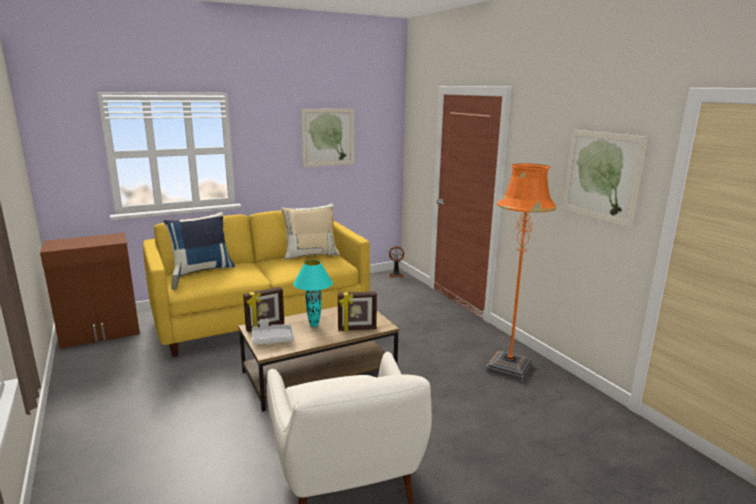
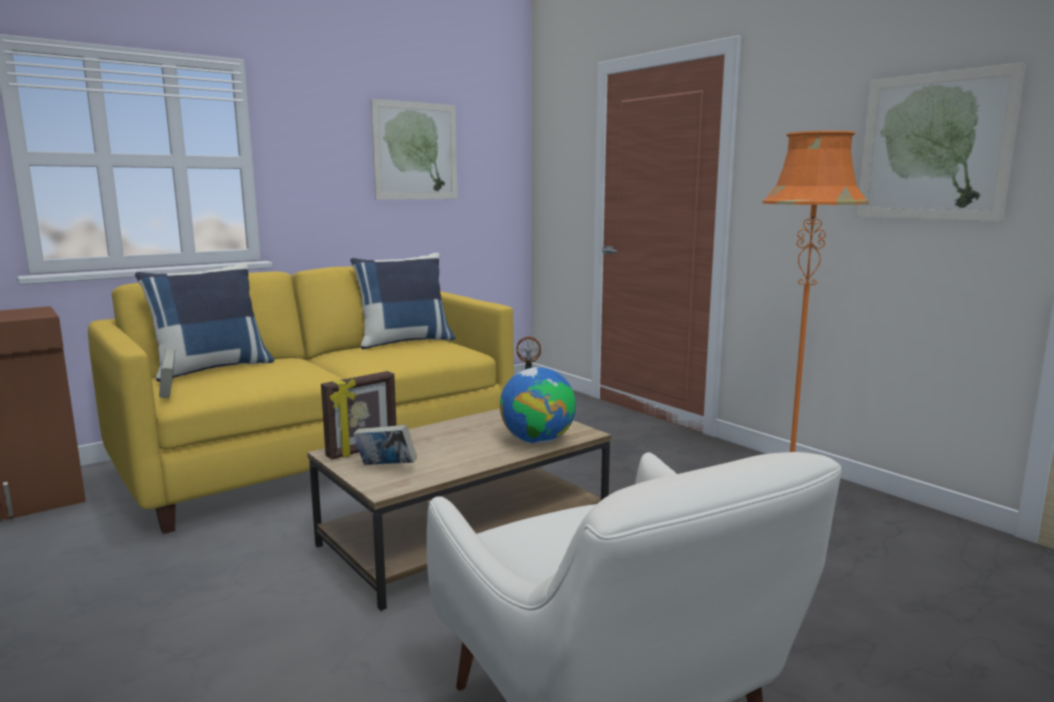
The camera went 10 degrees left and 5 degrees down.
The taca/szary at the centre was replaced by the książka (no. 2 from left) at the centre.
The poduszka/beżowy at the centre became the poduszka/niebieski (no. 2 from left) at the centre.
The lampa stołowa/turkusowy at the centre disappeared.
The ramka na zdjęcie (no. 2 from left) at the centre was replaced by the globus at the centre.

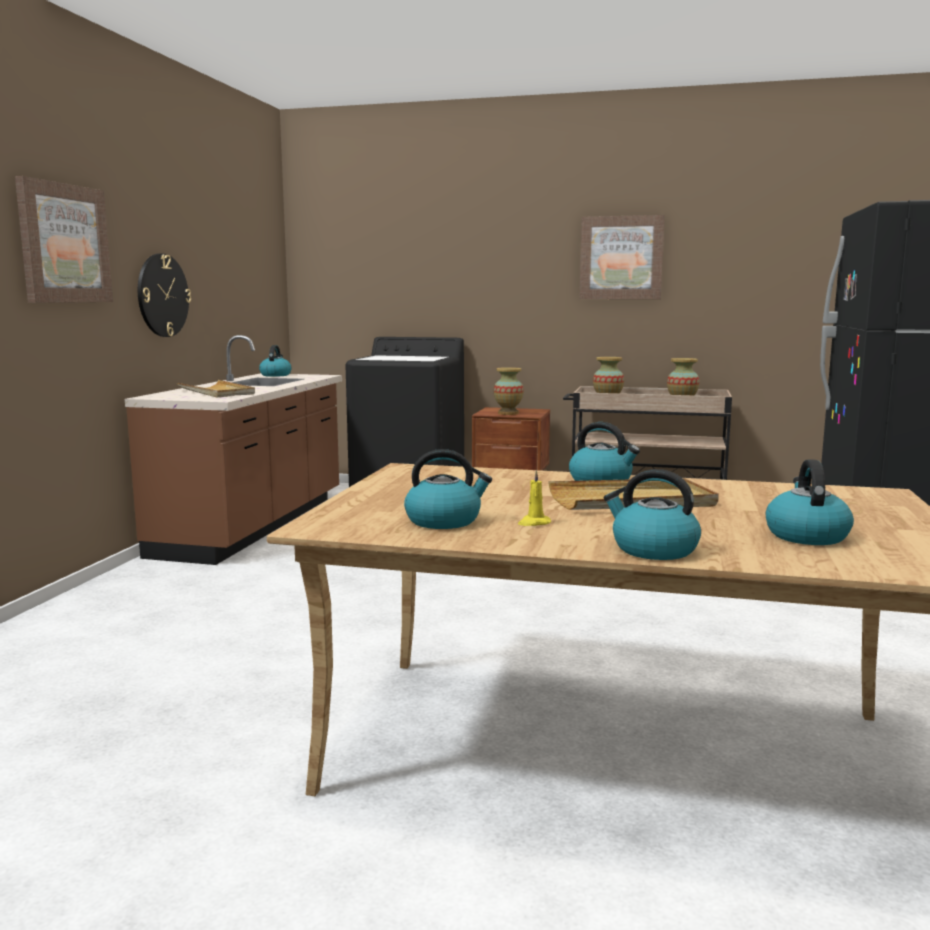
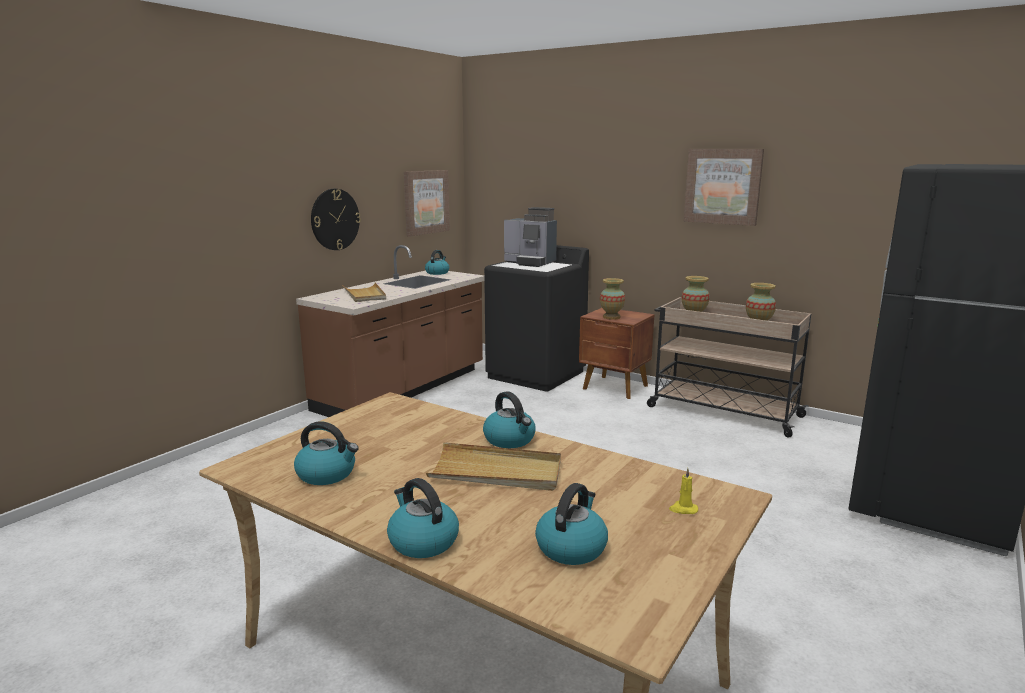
The camera went 20 degrees right and 5 degrees up.
The obraz (no. 1 from left) moved from the top left to the top centre.
The świeca/żółty moved from the centre to the bottom centre.
The ekspres do kawy at the centre appeared.

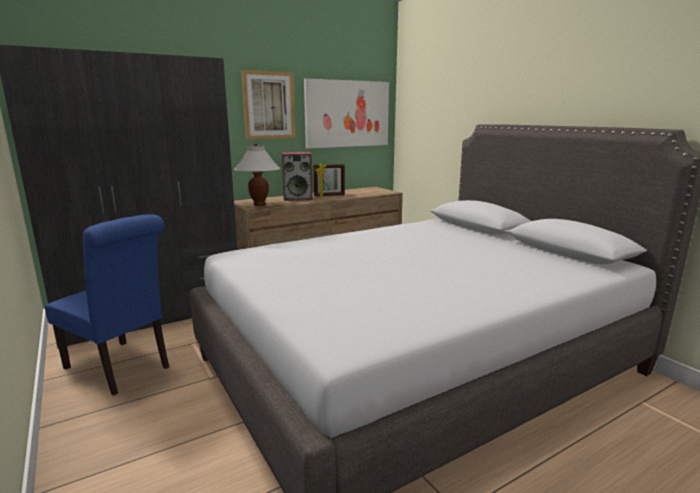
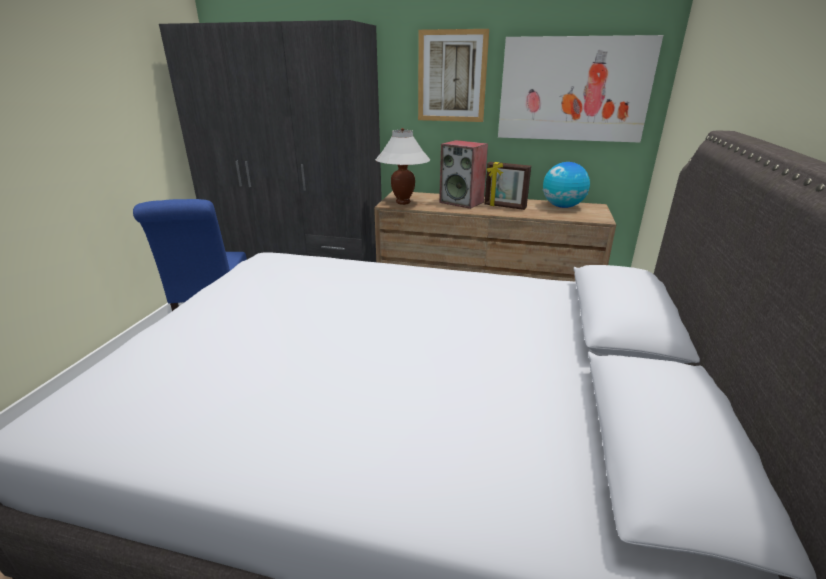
The camera went 45 degrees right and 10 degrees up.
The globus at the top right appeared.

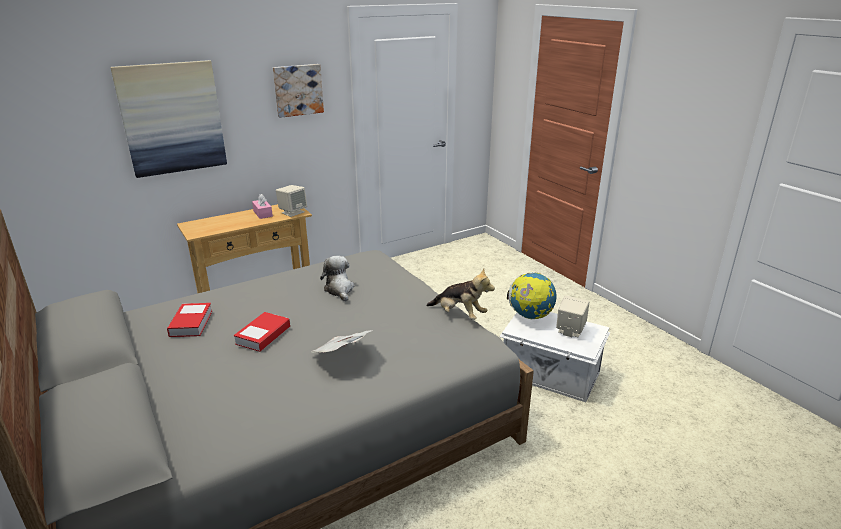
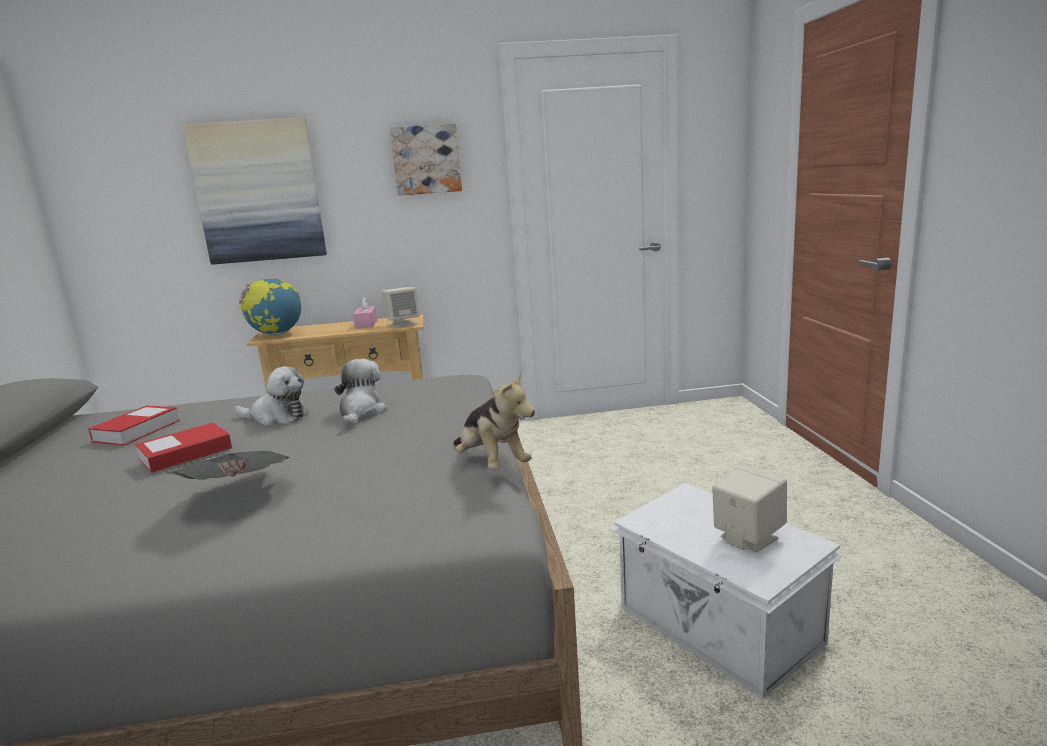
The camera went 25 degrees right and 10 degrees down.
The globus moved from the centre to the middle left.
The pluszak (no. 1 from left) at the middle left appeared.

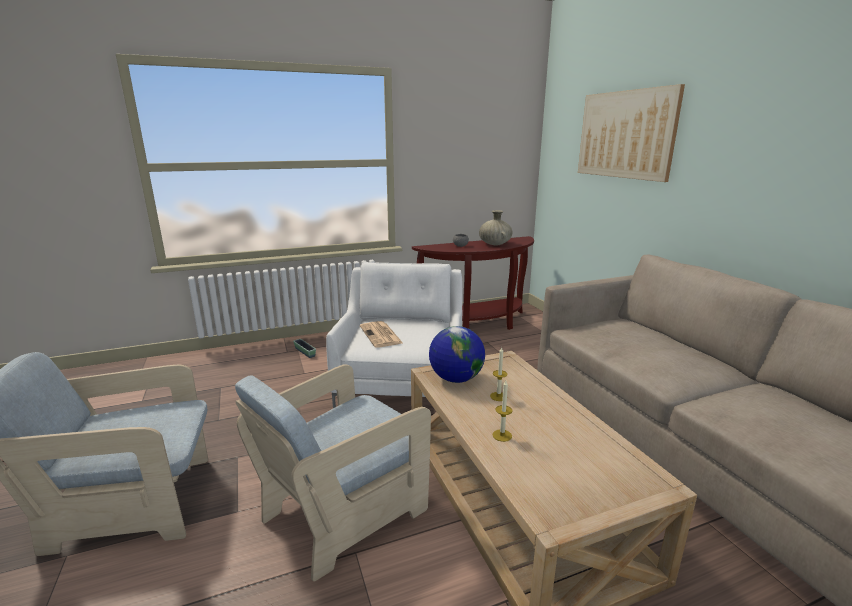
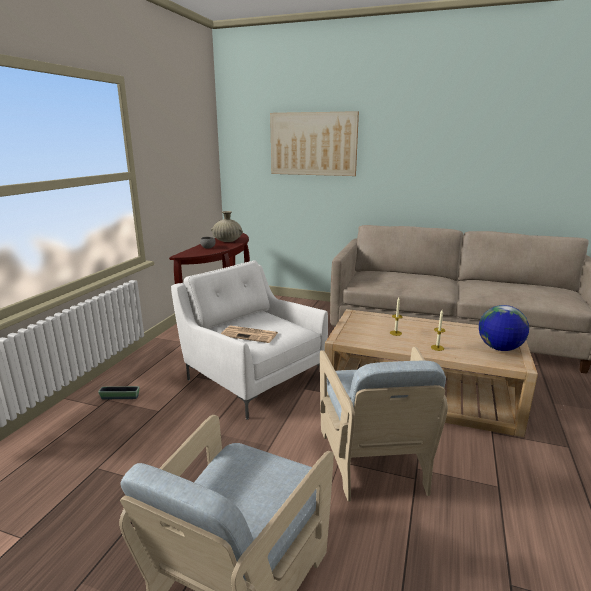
The camera went 50 degrees left and 0 degrees up.
The globus moved from the centre to the middle right.

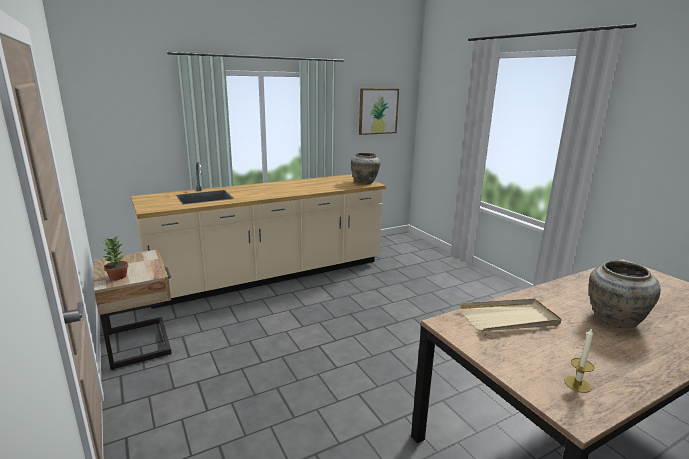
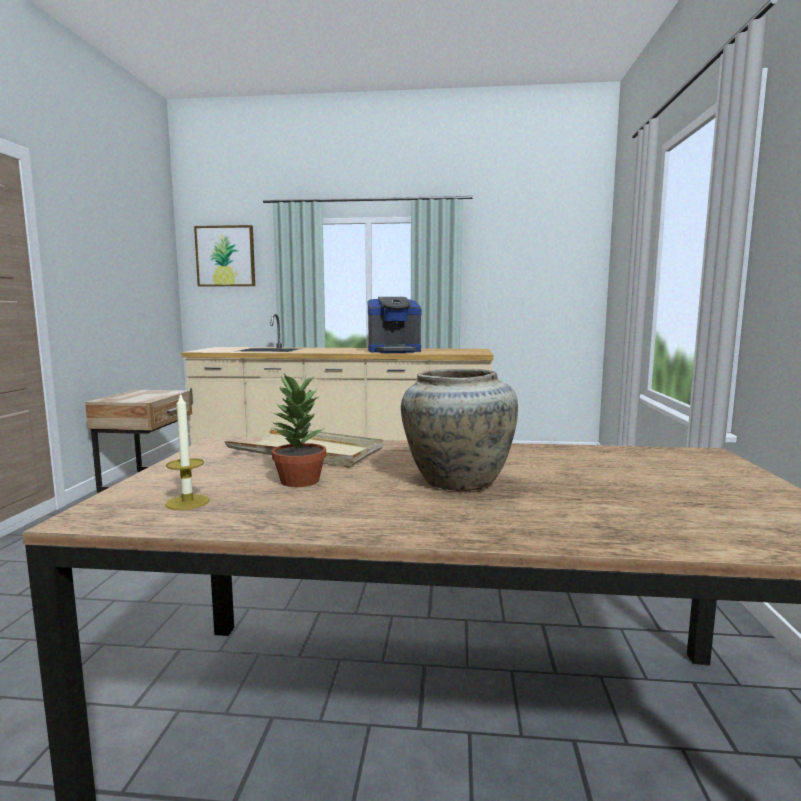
The camera went 35 degrees right and 10 degrees down.
The roślina doniczkowa moved from the middle left to the centre.
The wazon/beżowy (no. 1 from left) at the centre disappeared.
The obraz moved from the top centre to the top left.
The ekspres do kawy at the centre appeared.

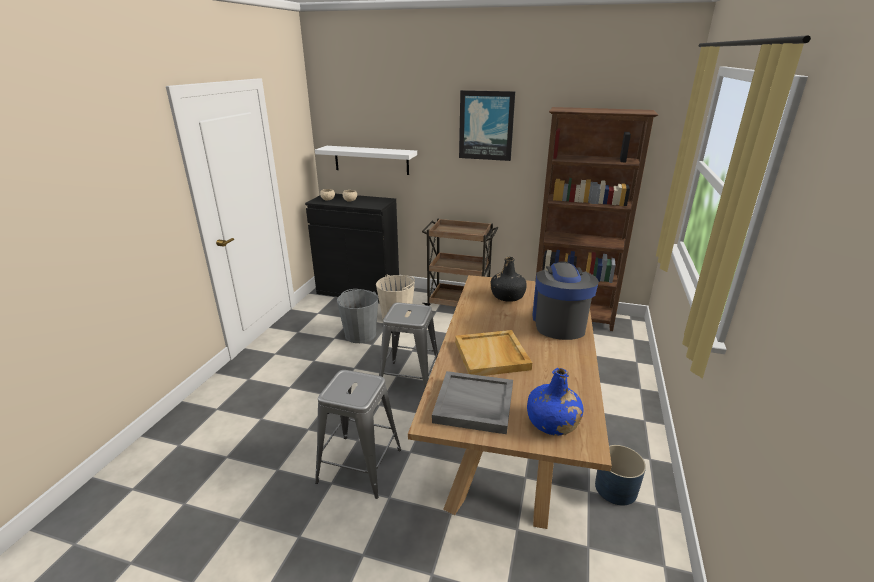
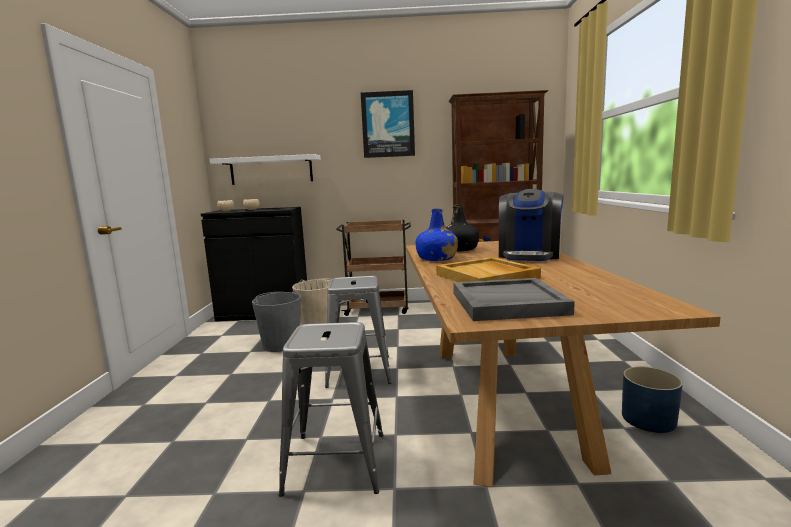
The camera went 15 degrees left and 15 degrees down.
The butelka/niebieski moved from the bottom centre to the centre.
The ekspres do kawy at the centre turned 150 degrees counterclockwise.

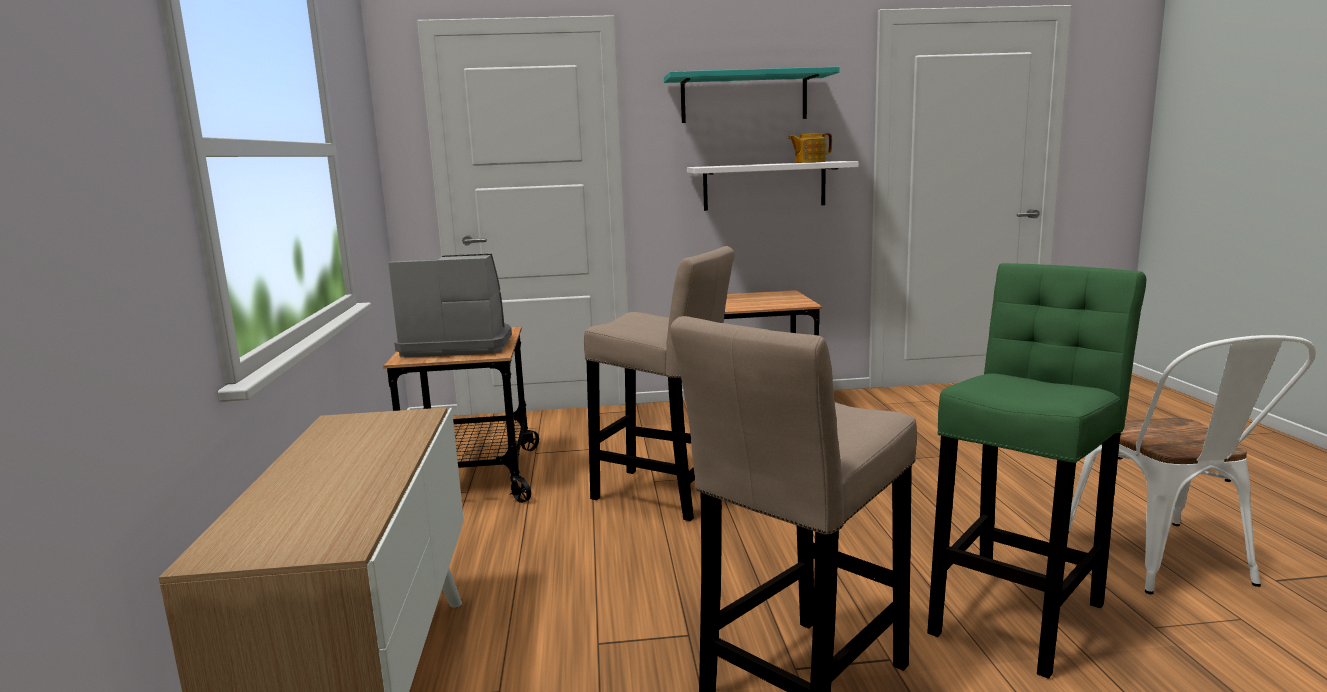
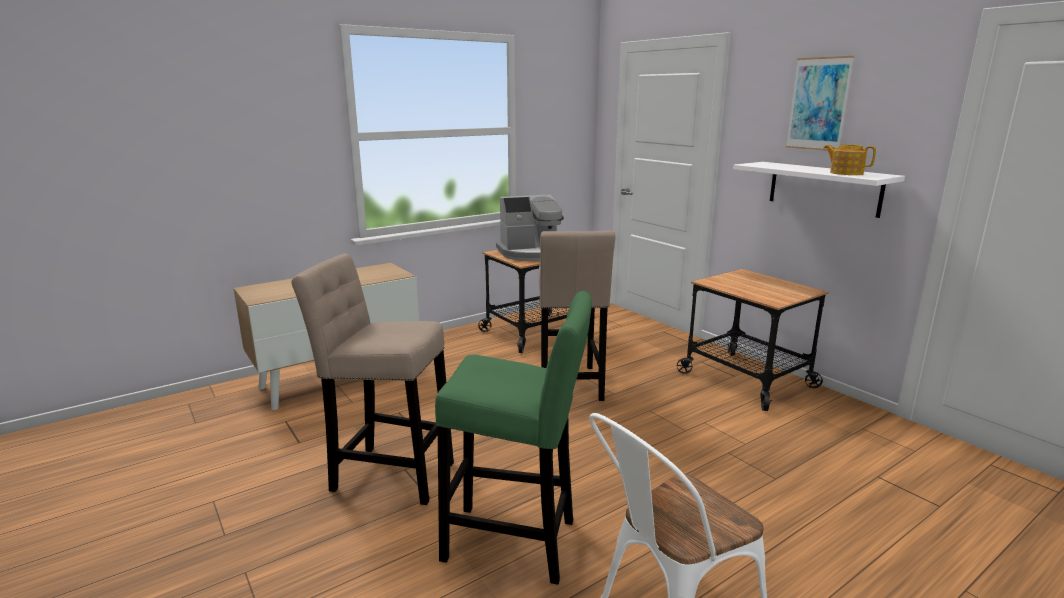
The camera went 60 degrees right and 5 degrees up.
The ekspres do kawy at the centre turned 105 degrees clockwise.
The półka/turkusowy at the top centre was replaced by the obraz at the top right.

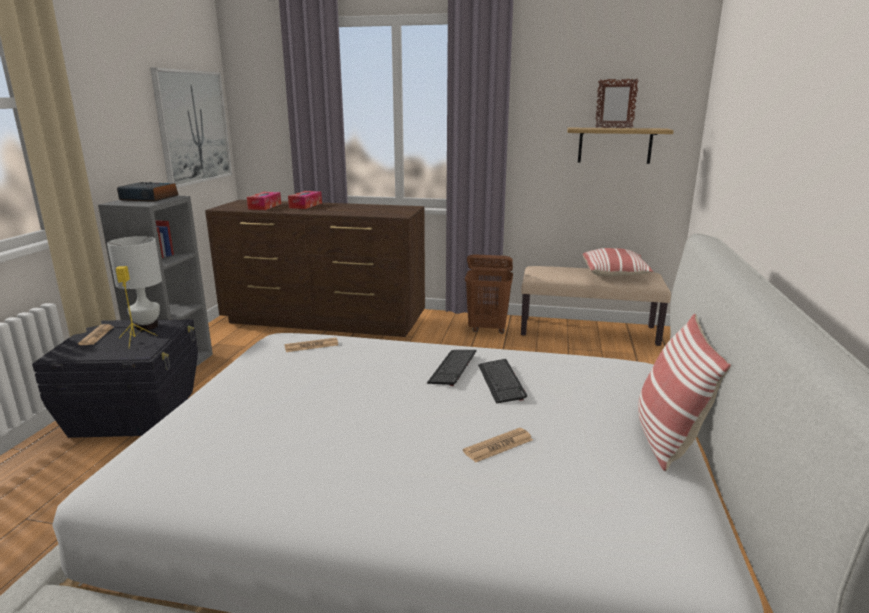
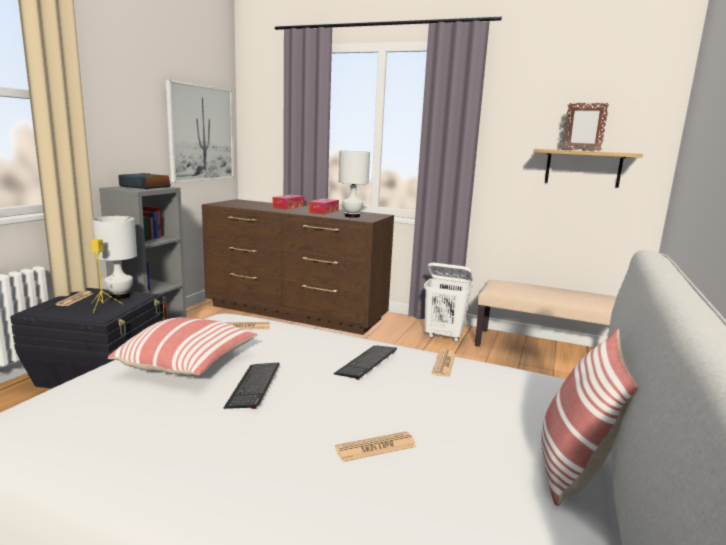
The camera went 10 degrees right and 5 degrees down.
The pudełko chusteczek (no. 1 from left in the first image) moved from the top left to the centre.
The kosz na pranie/brązowy at the centre became the kosz na pranie/biały at the centre.
The klawiatura (no. 2 from left in the first image) moved from the centre to the bottom centre.
The poduszka (no. 1 from left) moved from the middle right to the middle left.
The lampa stołowa/biały (no. 2 from left) at the centre appeared.
The gazeta (no. 4 from left) at the centre appeared.

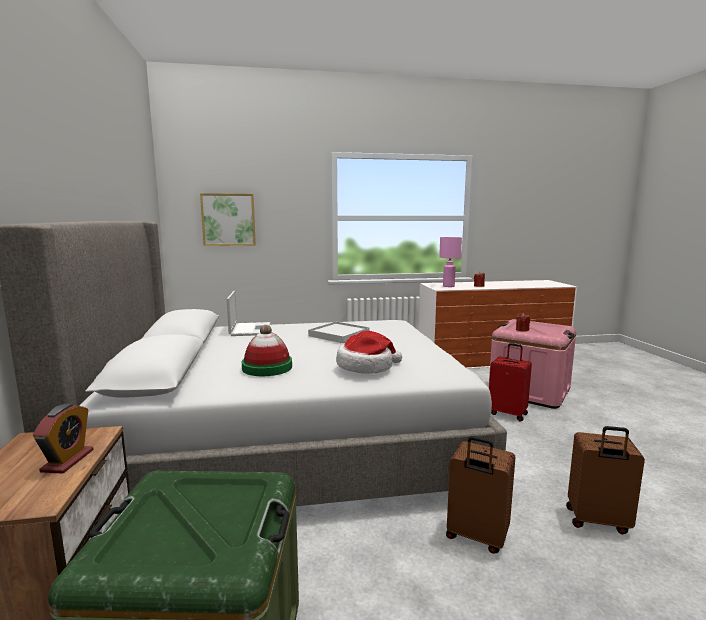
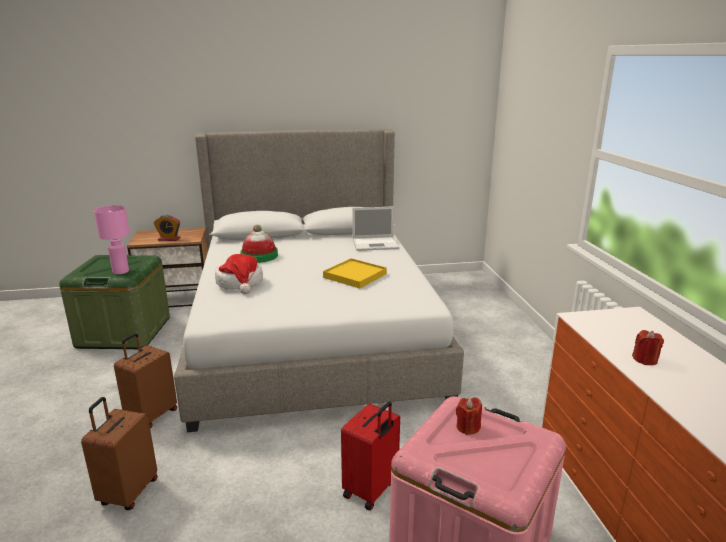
The camera went 90 degrees right and 10 degrees up.
The obraz at the middle left disappeared.
The taca/biały at the centre became the taca/żółty at the centre.
The lampa stołowa/różowy moved from the centre to the middle left.

